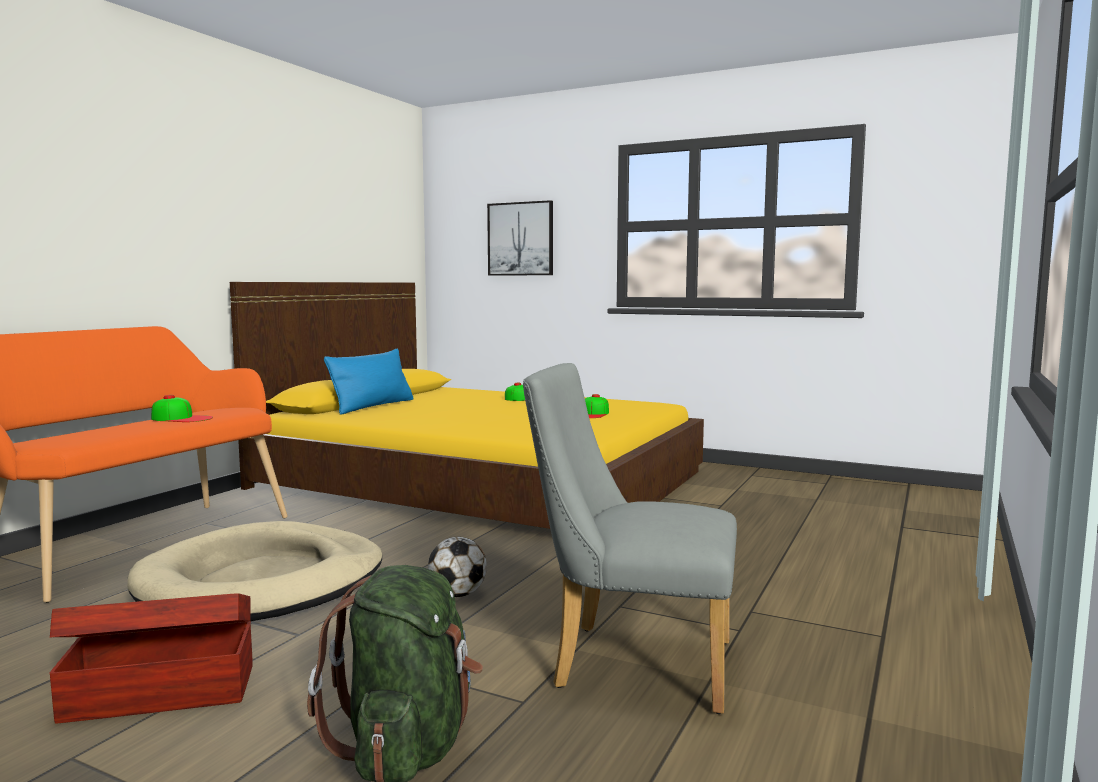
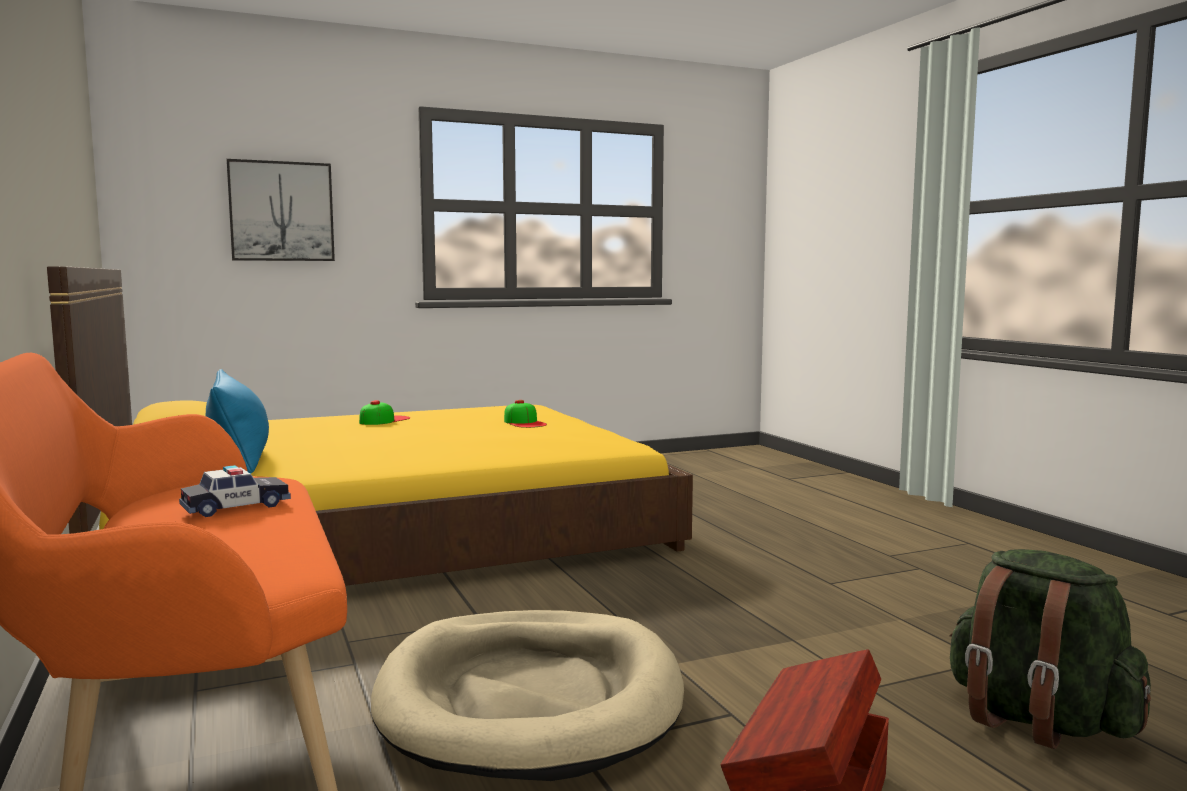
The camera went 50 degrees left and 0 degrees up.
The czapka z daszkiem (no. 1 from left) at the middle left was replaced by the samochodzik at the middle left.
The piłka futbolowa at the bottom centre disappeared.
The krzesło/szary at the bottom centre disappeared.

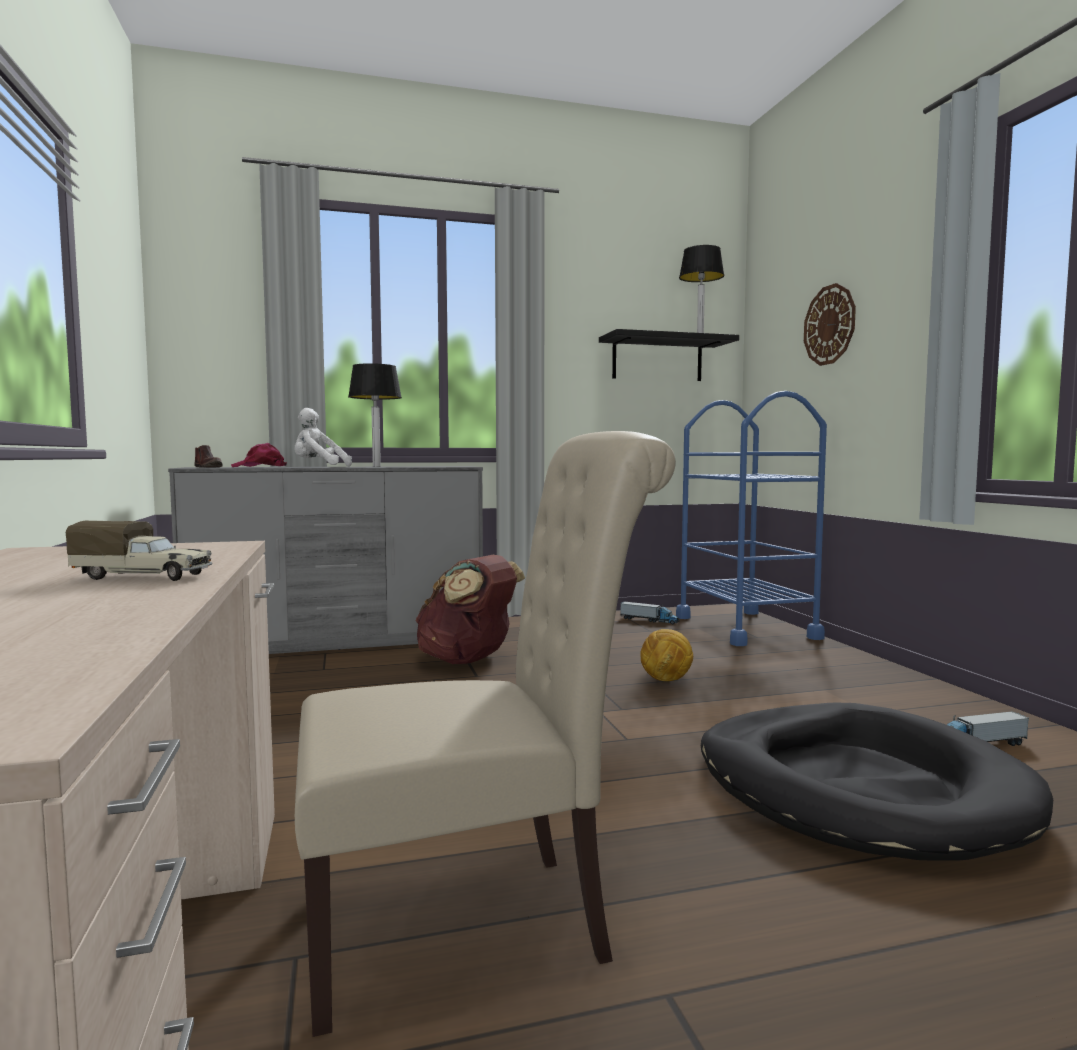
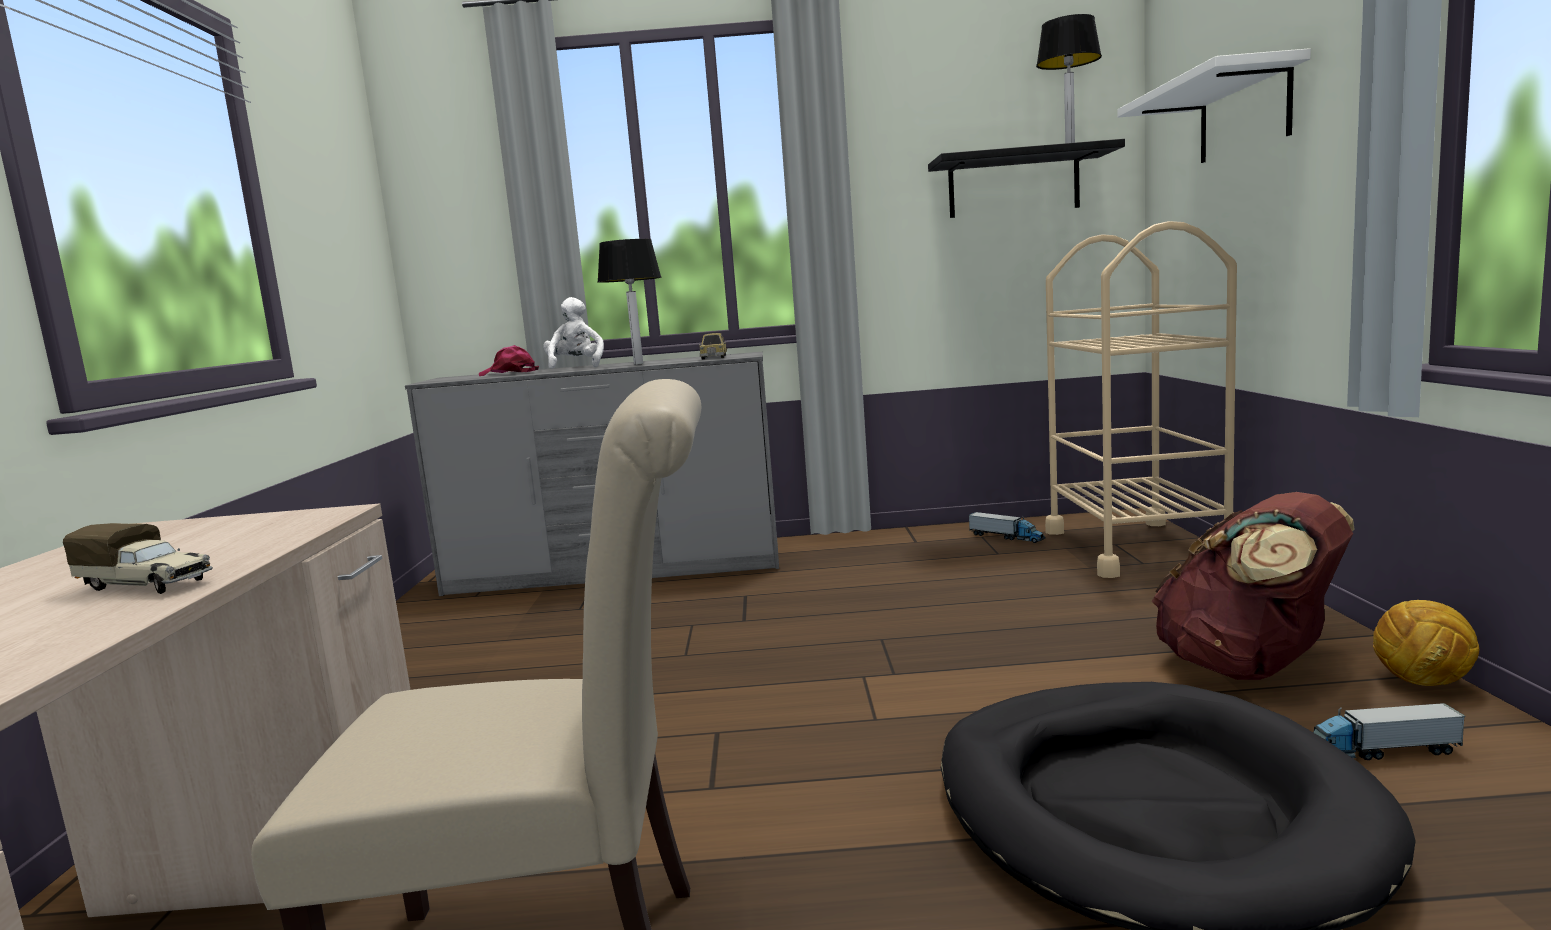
The camera went 15 degrees right and 5 degrees up.
The but/brązowy at the middle left disappeared.
The pluszak/biały at the middle left turned 60 degrees clockwise.
The plecak/brązowy moved from the centre to the middle right.
The piłka futbolowa moved from the centre to the bottom right.
The wózek/niebieski at the middle right became the wózek/beżowy at the middle right.
The zegar ścienny at the top right was replaced by the półka/biały at the top right.
The samochodzik at the centre appeared.

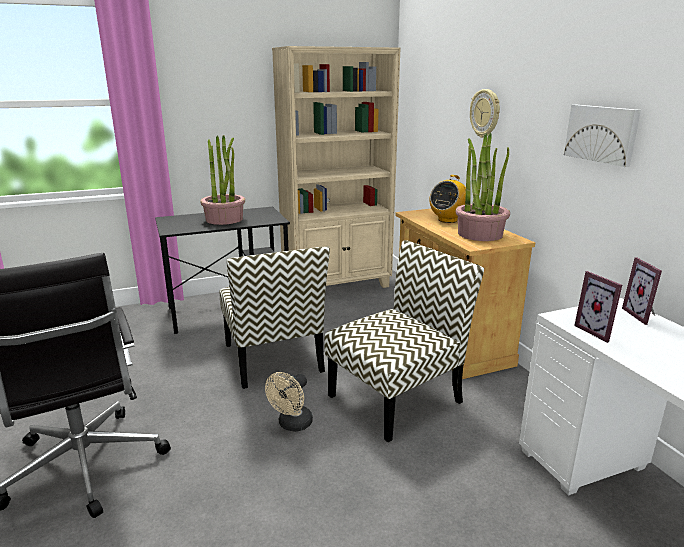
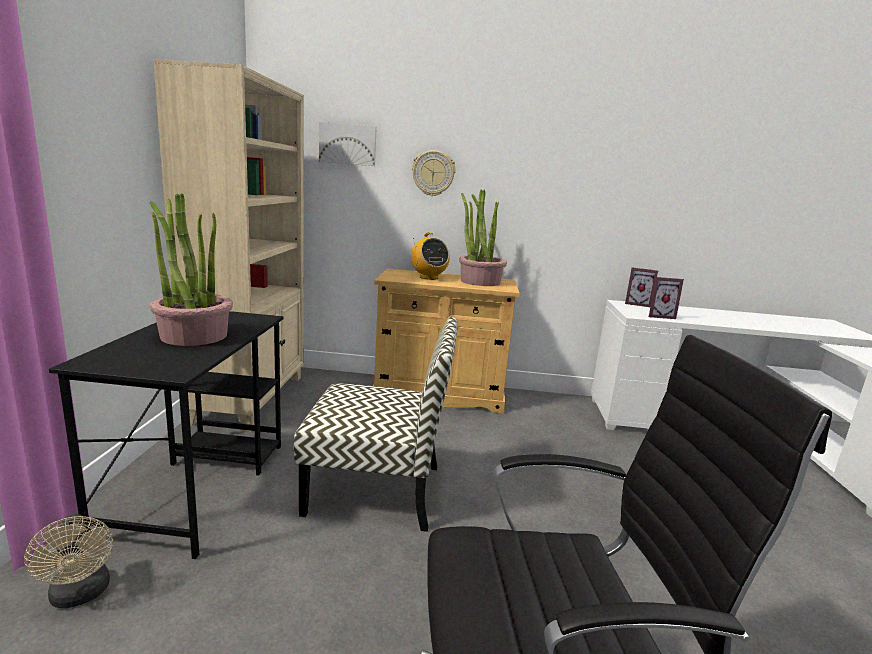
The camera went 65 degrees left and 5 degrees down.
The wentylator/beżowy moved from the bottom centre to the bottom left.
The krzesło (no. 2 from left) at the centre disappeared.
The obraz moved from the top right to the top centre.

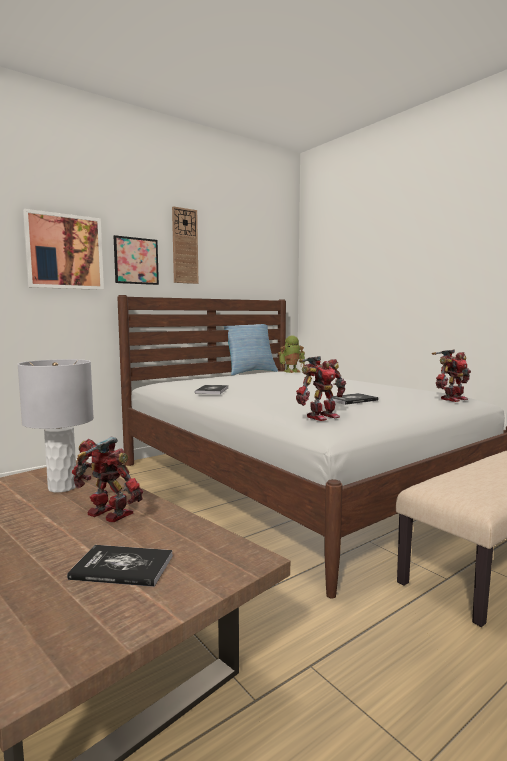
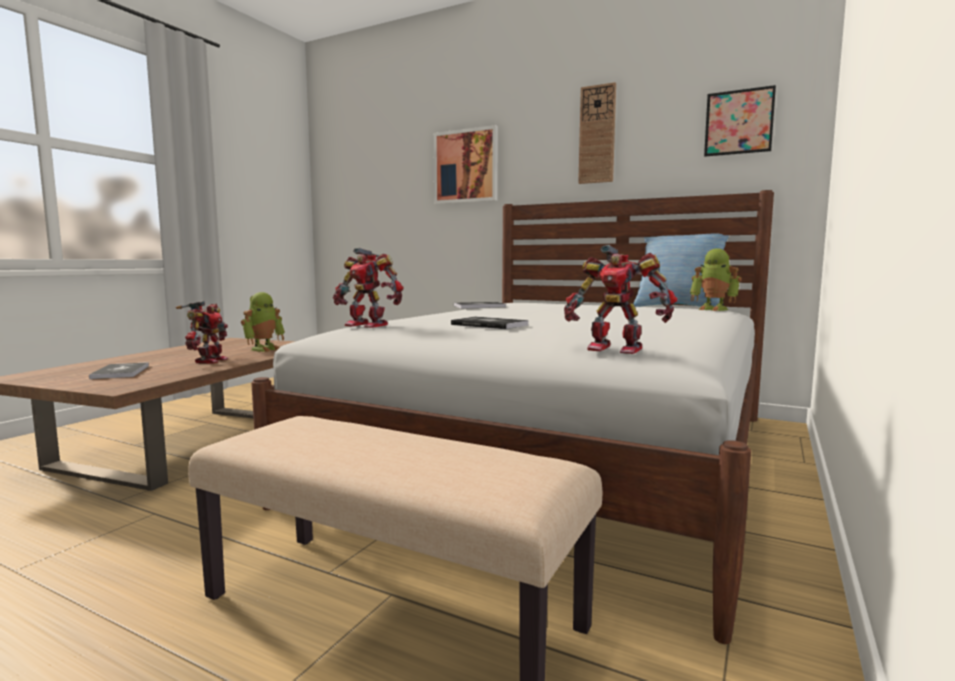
The camera went 65 degrees right and 0 degrees up.
The lampa stołowa/szary at the middle left was replaced by the robot zabawkowy (no. 2 from left) at the middle left.
The obraz (no. 2 from left) moved from the middle left to the top right.

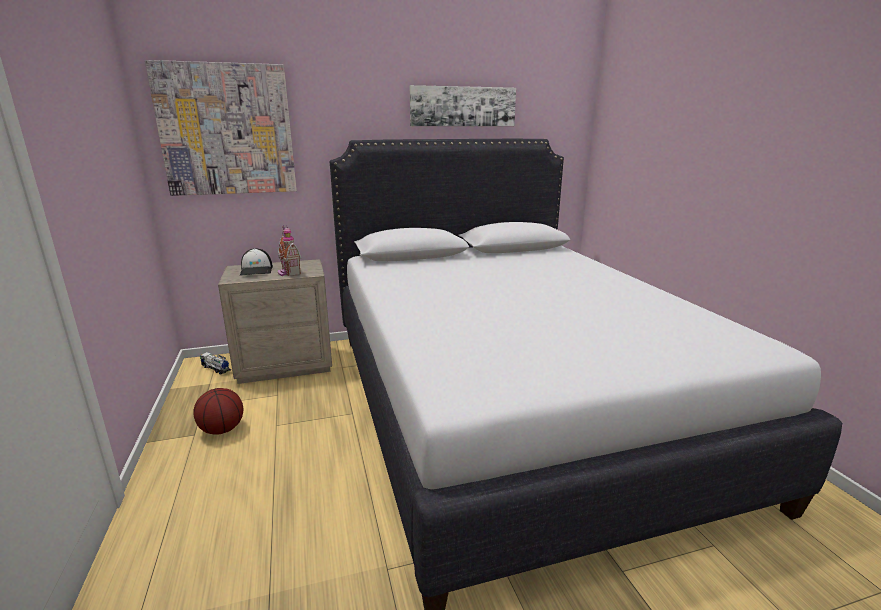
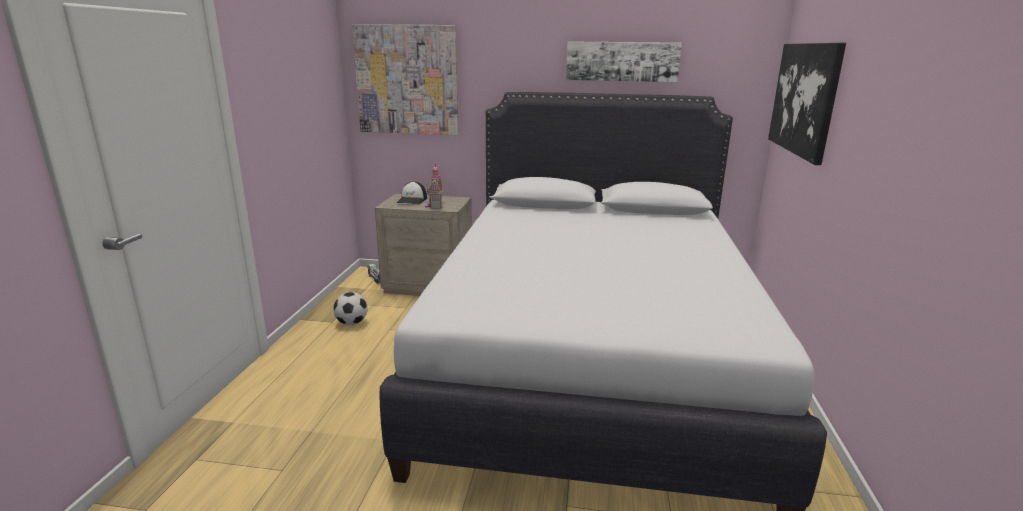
The camera went 25 degrees right and 0 degrees up.
The piłka do koszykówki at the bottom left was replaced by the piłka futbolowa at the centre.
The obraz (no. 3 from left) at the top right appeared.

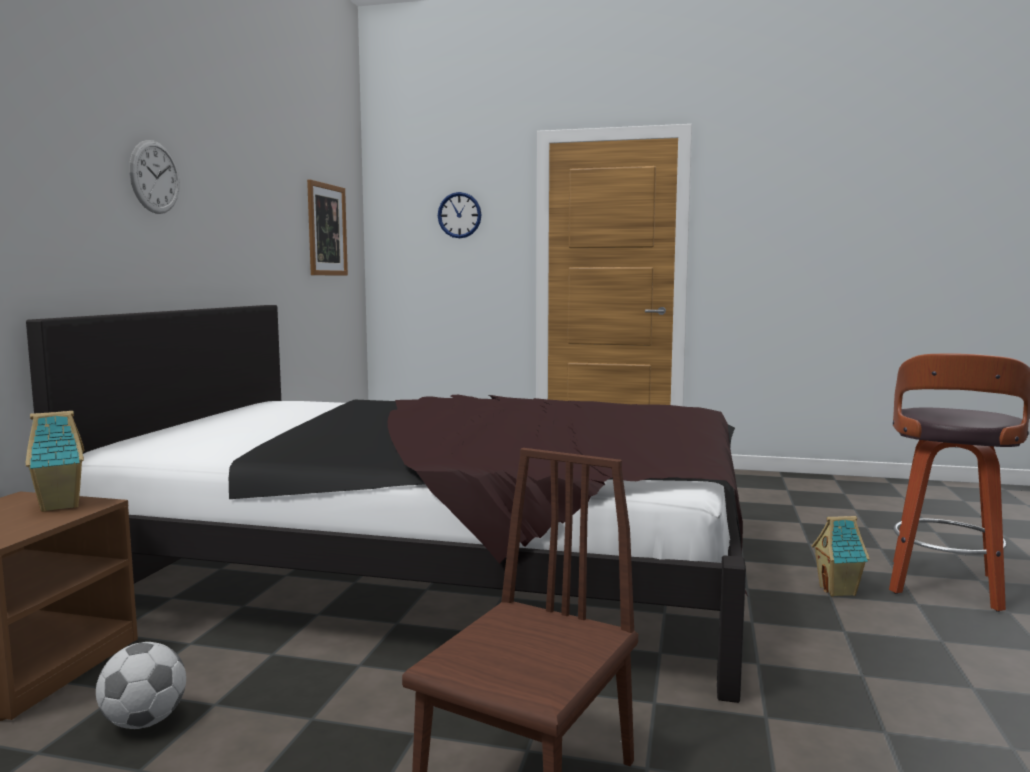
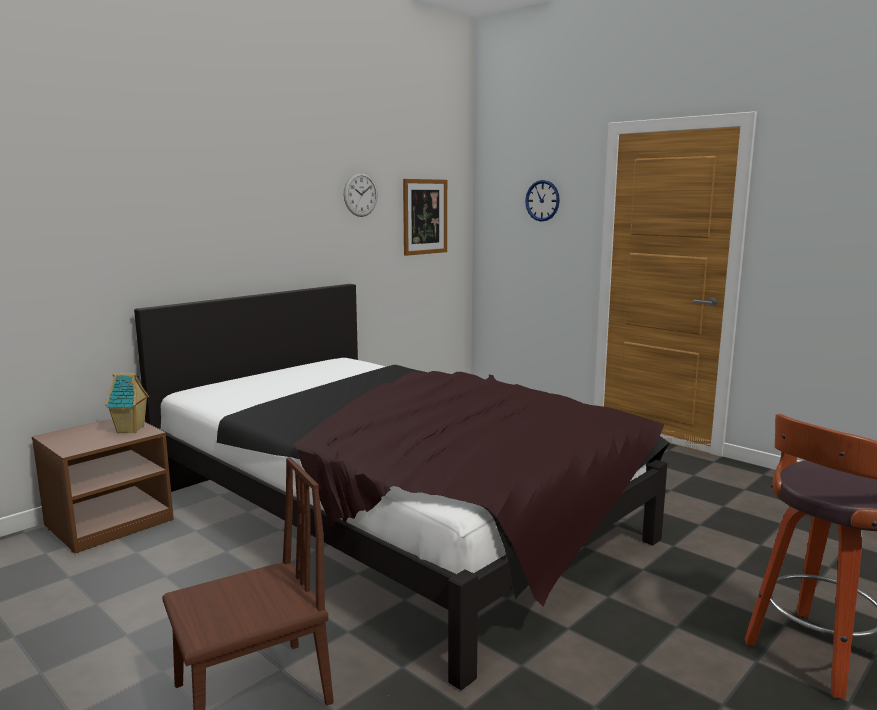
The camera went 30 degrees right and 5 degrees up.
The piłka futbolowa at the bottom left disappeared.
The zegar ścienny (no. 1 from left) moved from the top left to the top centre.
The domek (no. 2 from left) at the bottom right disappeared.

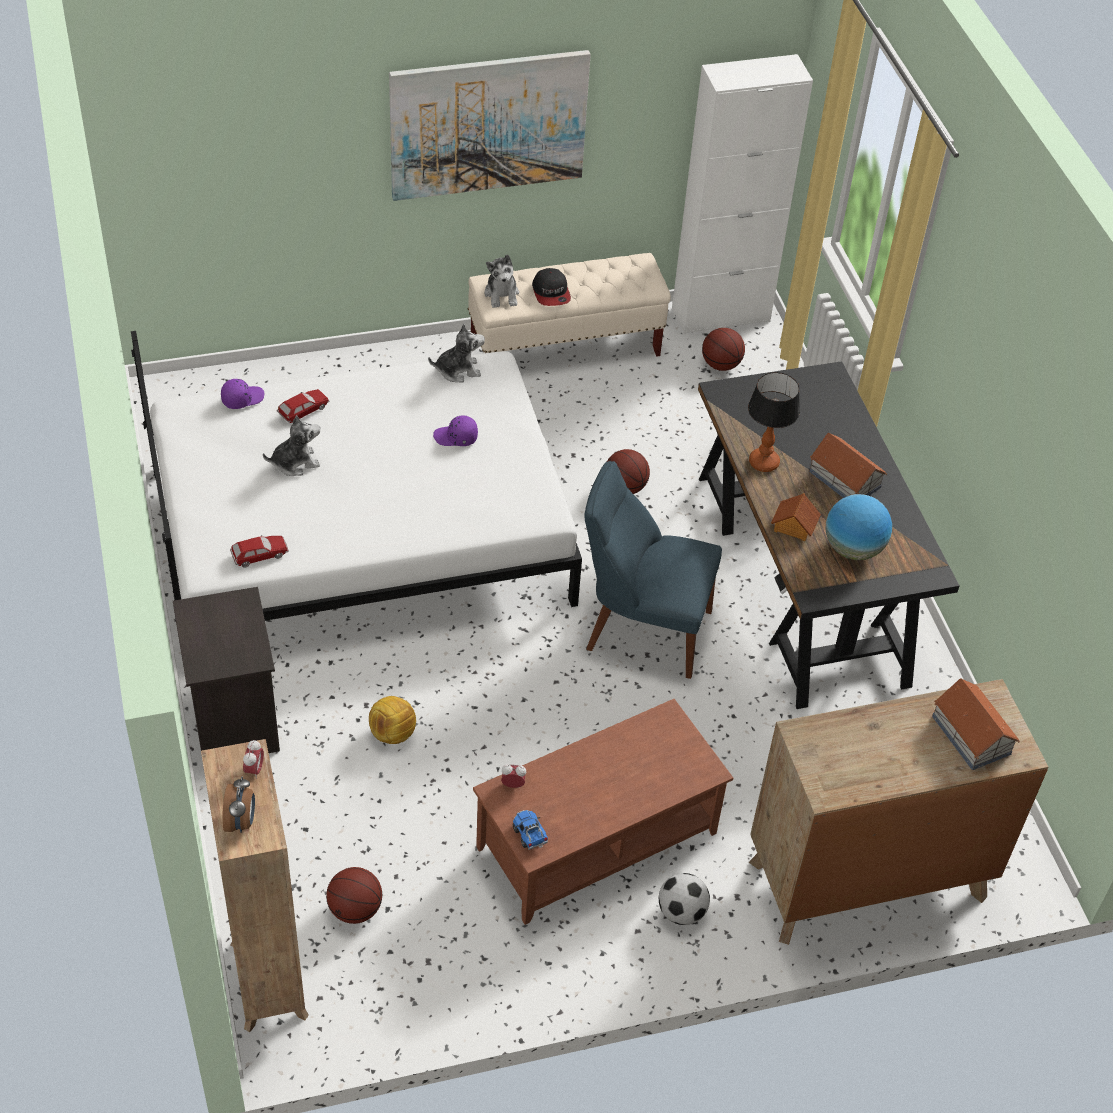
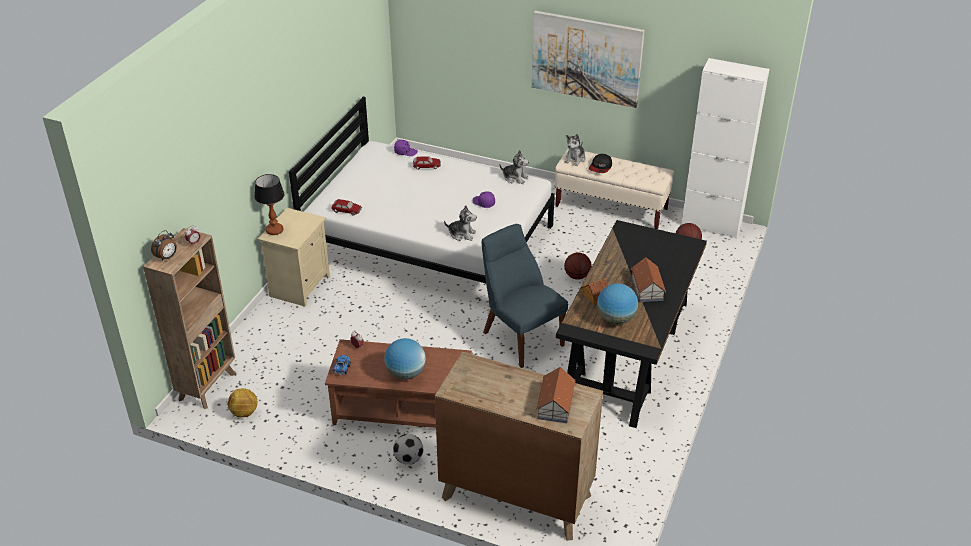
The camera went 40 degrees right and 10 degrees down.
The szafka nocna/czarny at the middle left became the szafka nocna/beżowy at the middle left.
The pluszak (no. 1 from left) moved from the middle left to the centre.
The piłka do koszykówki (no. 1 from left) at the bottom left disappeared.
The piłka futbolowa (no. 1 from left) moved from the centre to the bottom left.
The lampa stołowa moved from the middle right to the middle left.
The globus (no. 1 from left) at the centre appeared.

